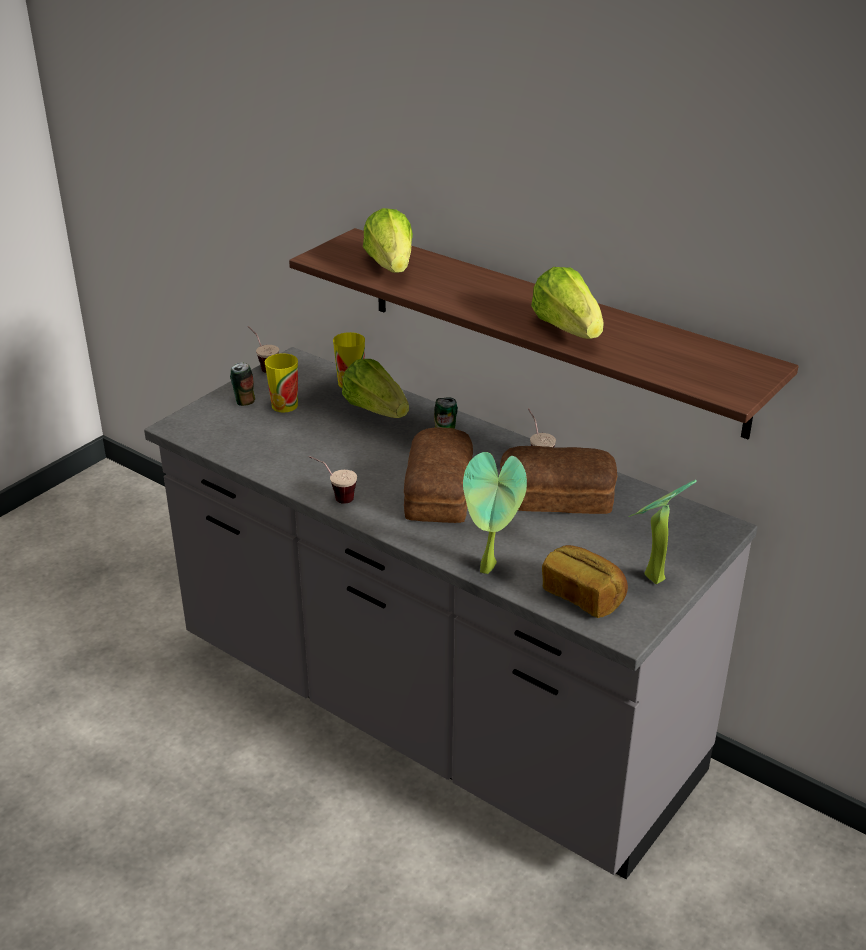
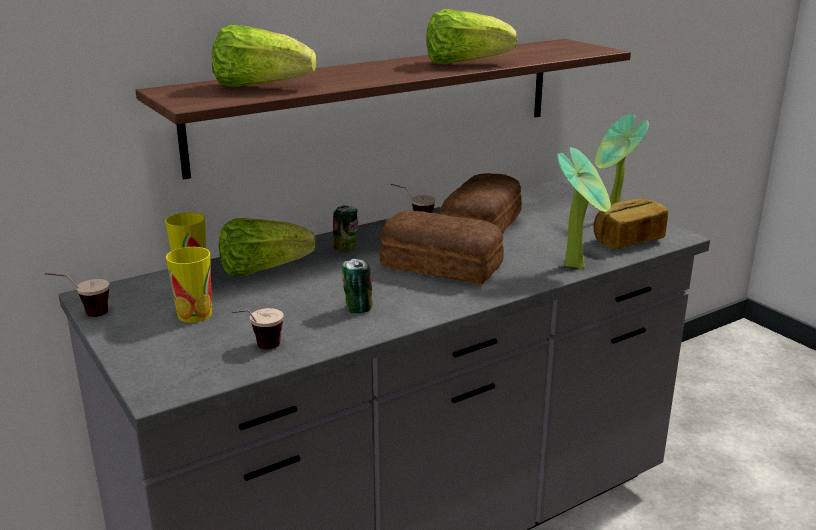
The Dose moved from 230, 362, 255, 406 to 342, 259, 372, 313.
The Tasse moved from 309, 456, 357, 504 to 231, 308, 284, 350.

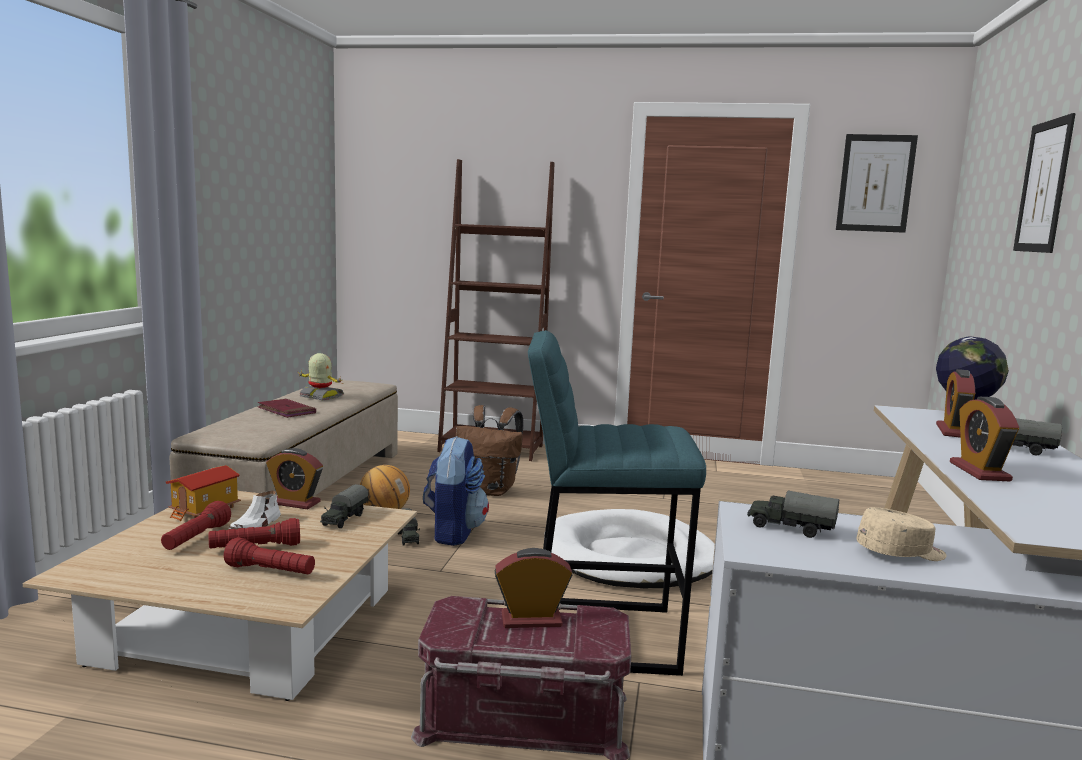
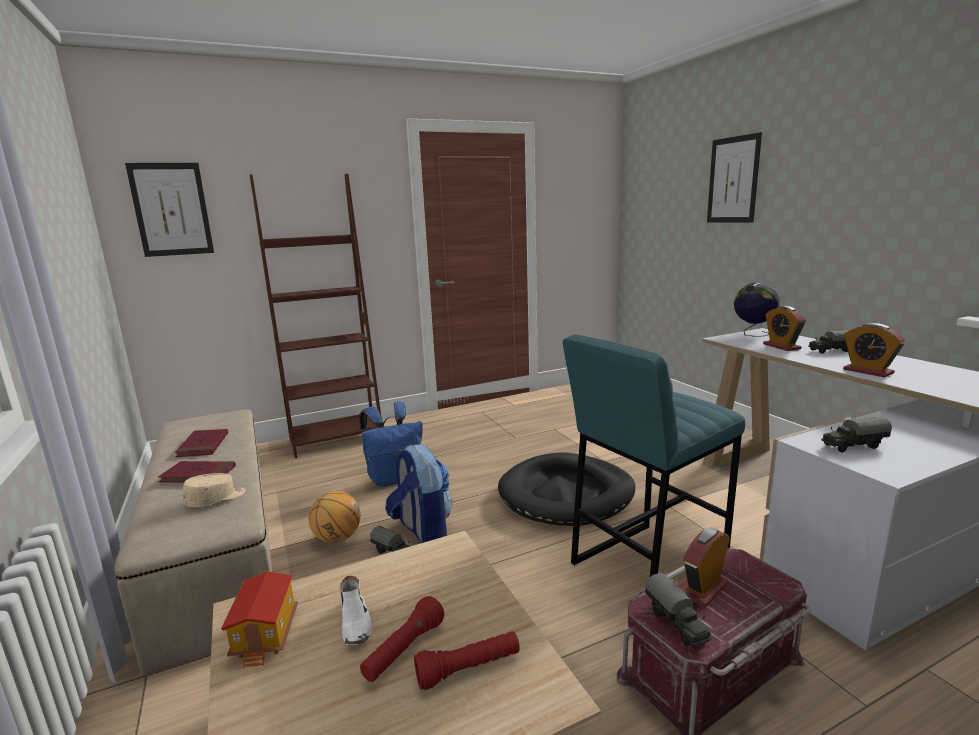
The Bild moved from 836, 134, 918, 233 to 125, 163, 214, 257.
The Spielzeugroboter at 299, 353, 344, 400 was replaced by the Buch (rot) at 175, 429, 228, 457.
The Rucksack (braun) at 456, 405, 523, 496 became the Rucksack (blau) at 359, 402, 423, 487.
The Wecker at 266, 448, 323, 509 disappeared.
The Spielzeuglaster moved from 320, 484, 368, 528 to 645, 573, 712, 646.
The Taschenlampe (rot) at 161, 501, 231, 550 disappeared.
The Kappe (beige) moved from 856, 507, 947, 561 to 183, 473, 245, 507.
The Hundebett (weiß) at 544, 509, 715, 588 became the Hundebett (schwarz) at 498, 452, 635, 526.

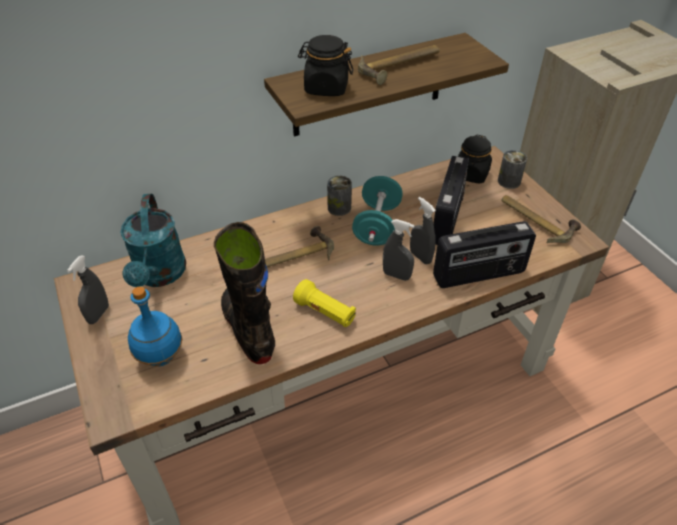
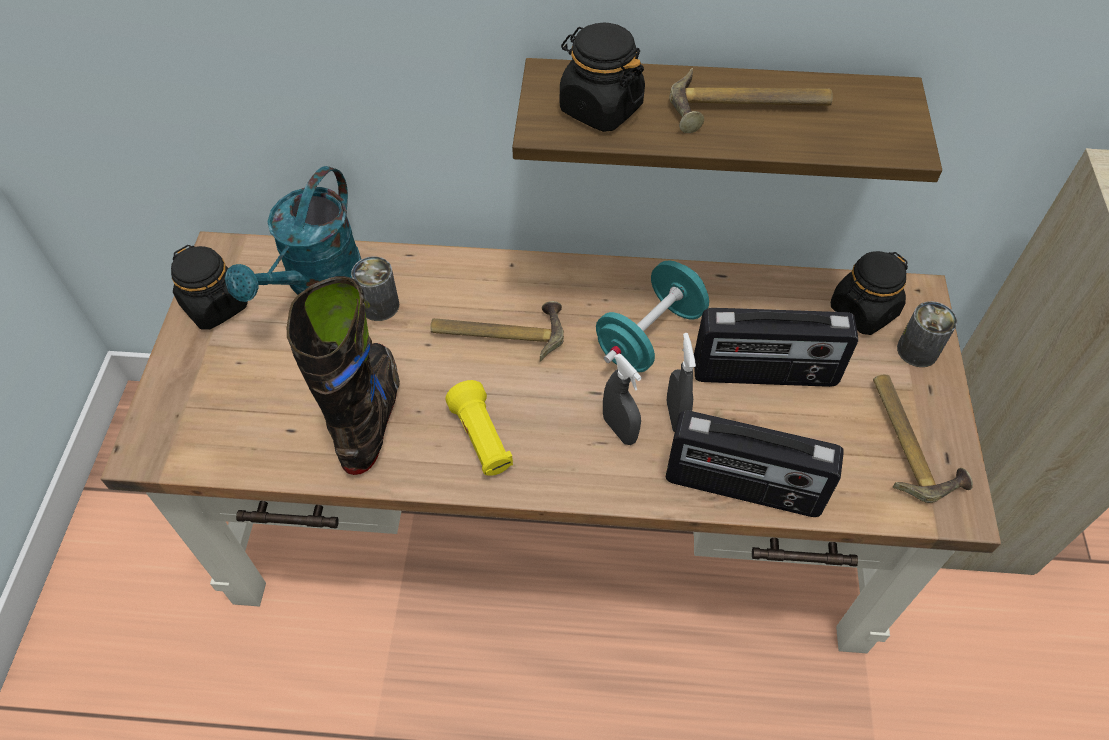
The Radio at 433, 156, 469, 245 turned 45 degrees clockwise.
The Dose moved from 327, 175, 352, 216 to 351, 257, 399, 321.
The Sprühflasche (grau) at 67, 255, 109, 324 was replaced by the Vorratsglas (schwarz) at 171, 245, 248, 330.
The Flasche (blau) at 128, 287, 182, 367 disappeared.

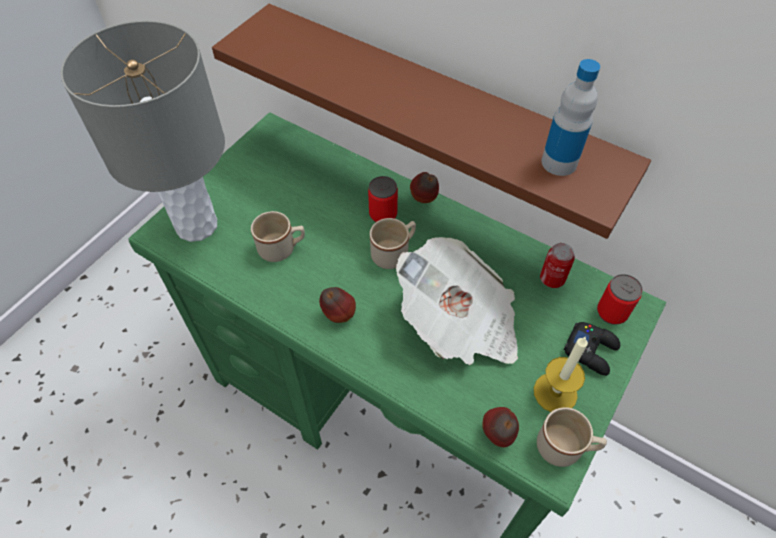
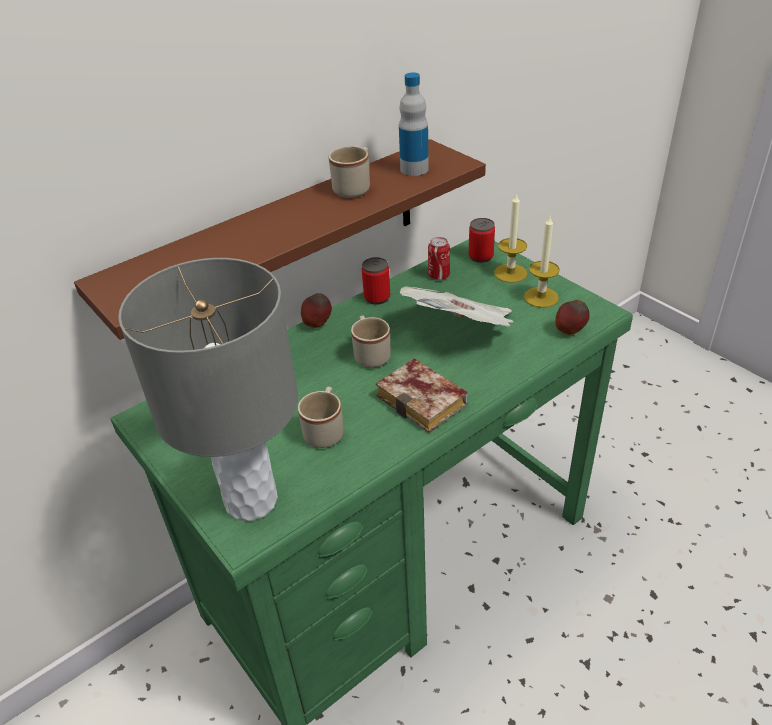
The Dose moved from 368, 176, 398, 222 to 362, 257, 390, 305.
The Apfel at 319, 287, 356, 323 was replaced by the Buch at 376, 358, 468, 433.
The Gamepad (schwarz) at 563, 322, 620, 376 was replaced by the Kerze at 494, 192, 527, 283.
The Henkelbecher (beige) moved from 537, 407, 607, 467 to 329, 146, 370, 198.

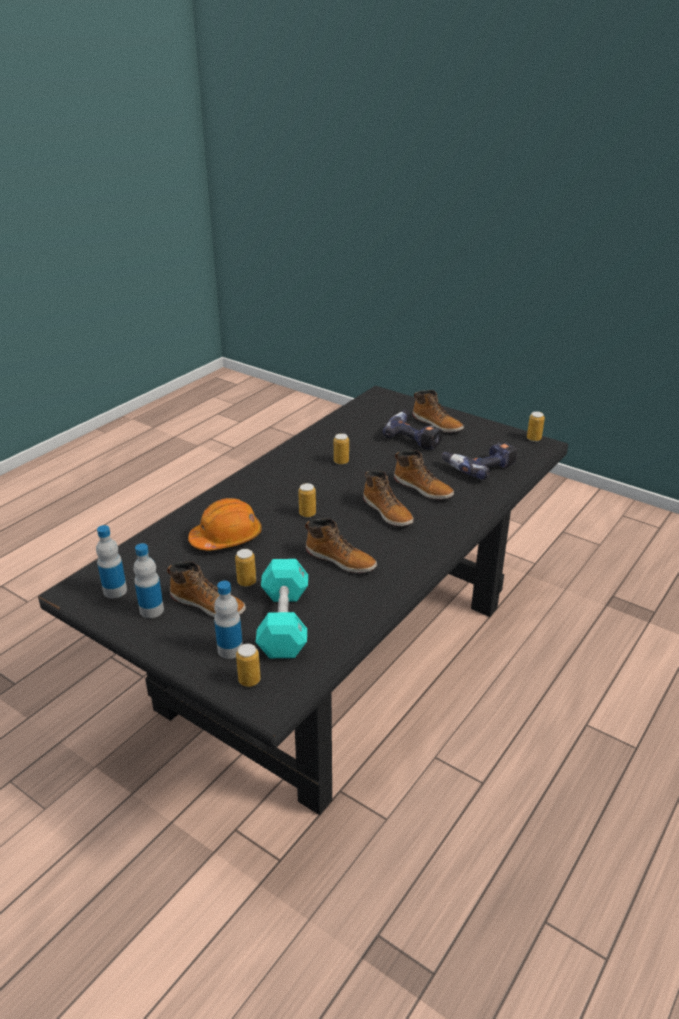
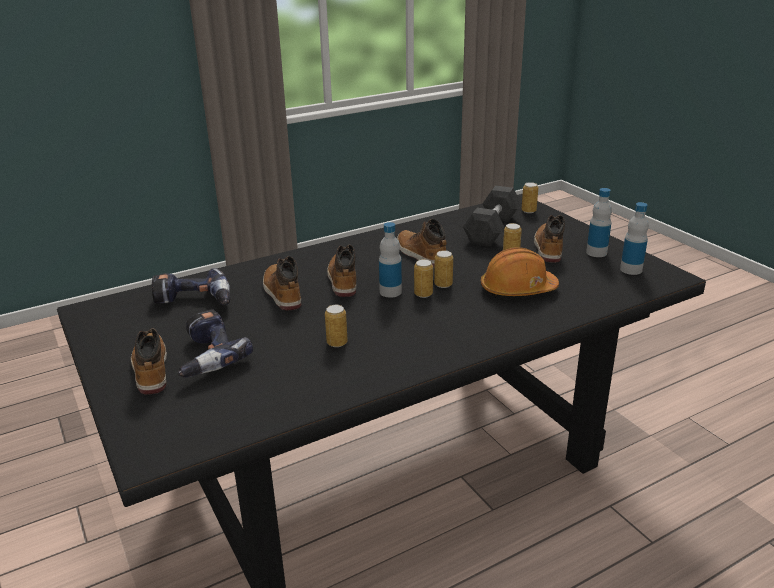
The Dose moved from 527, 411, 545, 442 to 434, 250, 453, 288.
The Hantel (türkis) at 256, 559, 308, 658 became the Hantel (schwarz) at 463, 186, 521, 247.
The Stiefel at 167, 561, 246, 617 turned 45 degrees clockwise.
The Flasche moved from 214, 581, 243, 659 to 379, 222, 402, 298.

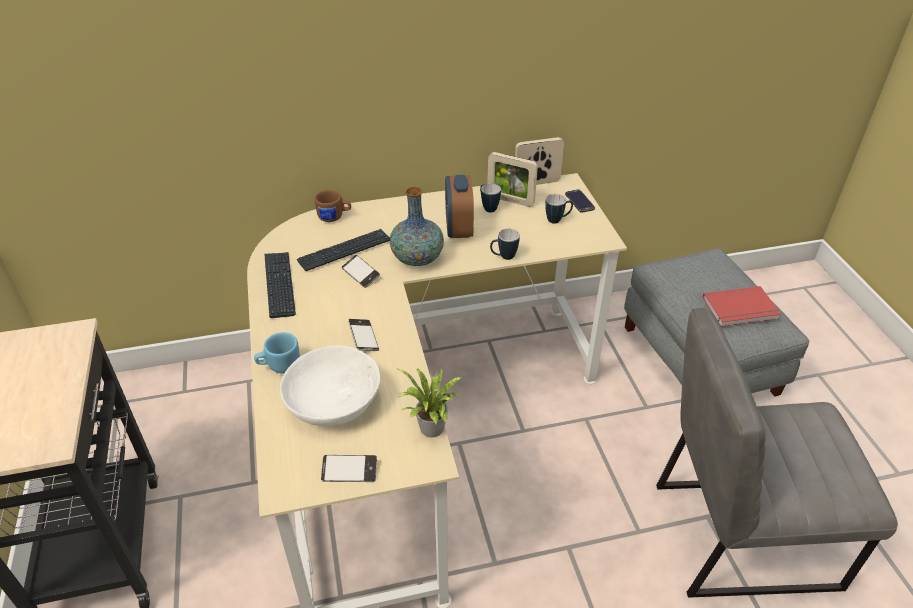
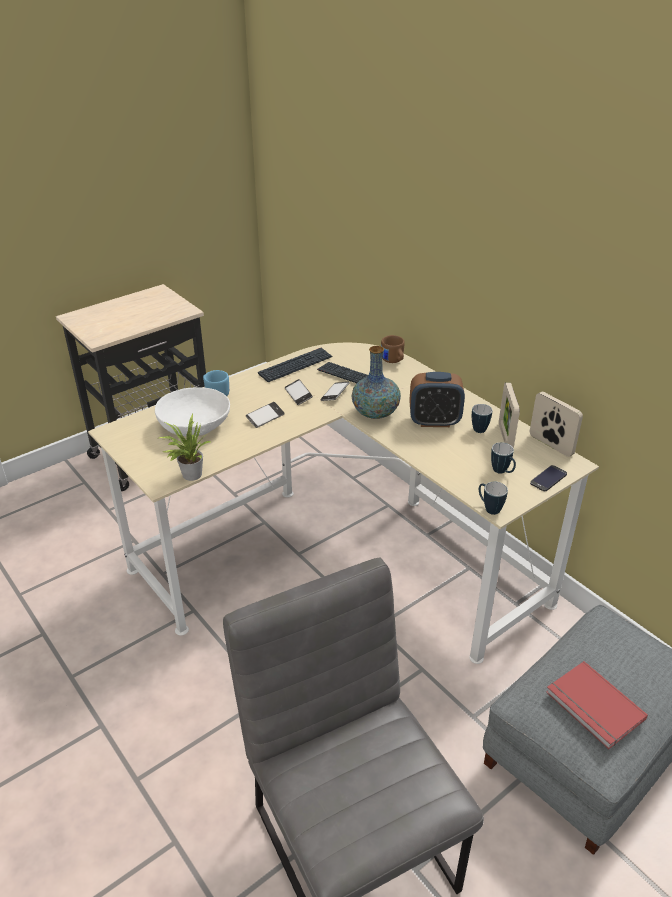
The Wecker at 445, 175, 474, 238 turned 150 degrees counterclockwise.
The Henkelbecher moved from 490, 228, 520, 260 to 479, 481, 508, 515.
The Handy moved from 321, 455, 377, 482 to 285, 379, 313, 405.

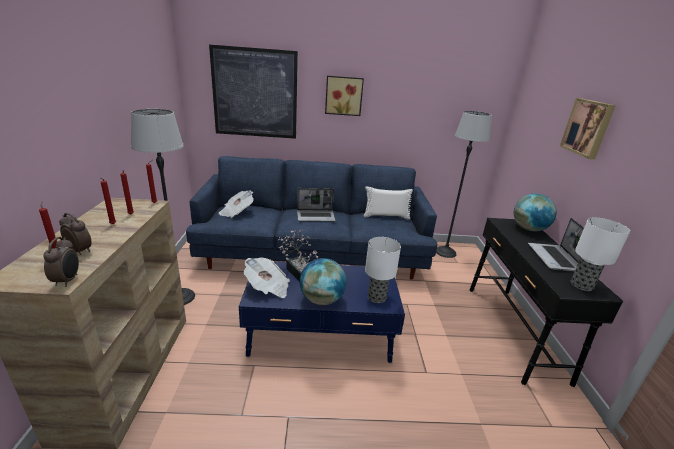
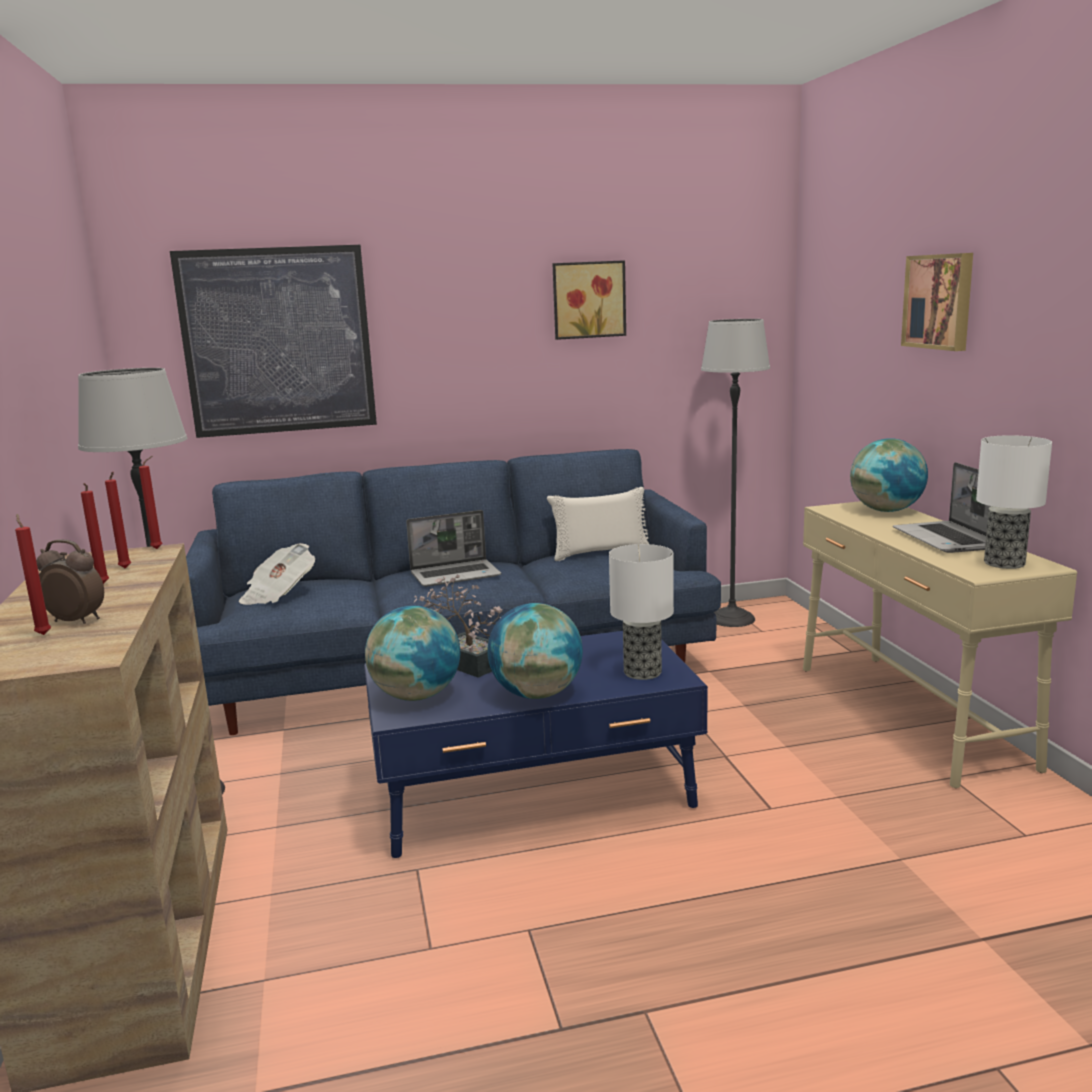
The Bild moved from 325, 76, 364, 116 to 552, 260, 626, 340.
The Konsolentisch (schwarz) at 469, 218, 623, 387 became the Konsolentisch (beige) at 803, 501, 1077, 788.
The Wecker at 43, 237, 79, 287 disappeared.
The Zeitung at 244, 257, 290, 298 was replaced by the Globus at 365, 606, 460, 701.

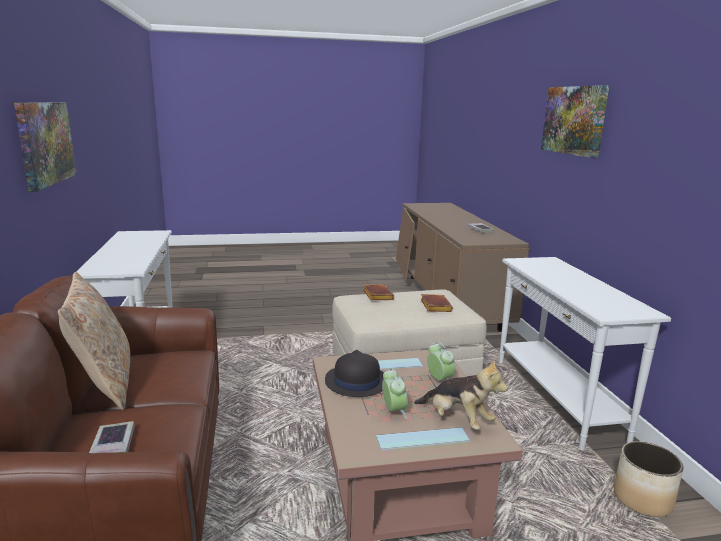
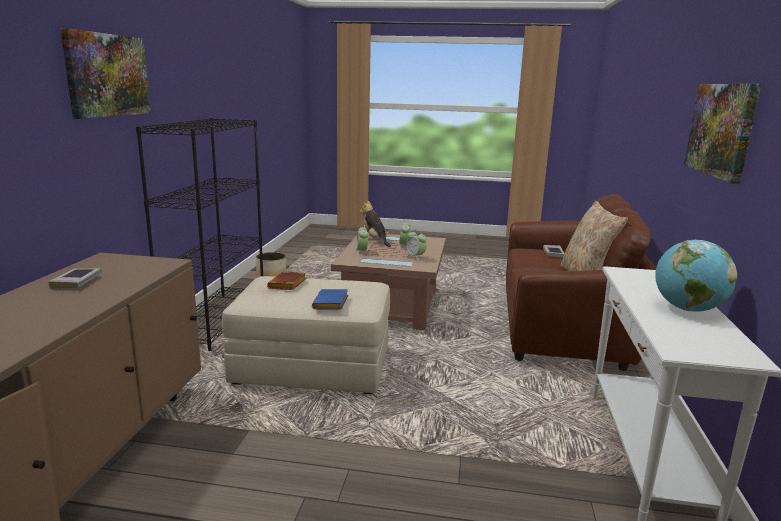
The Konsolentisch (weiß) at 499, 257, 671, 451 was replaced by the Bücherregal (schwarz) at 136, 118, 263, 351.
The Buch (braun) at 363, 284, 394, 300 became the Buch (blau) at 312, 289, 348, 310.
The Hut (schwarz) at 325, 350, 384, 397 was replaced by the Wecker at 406, 229, 426, 260.
The Globus at 655, 240, 737, 312 appeared.

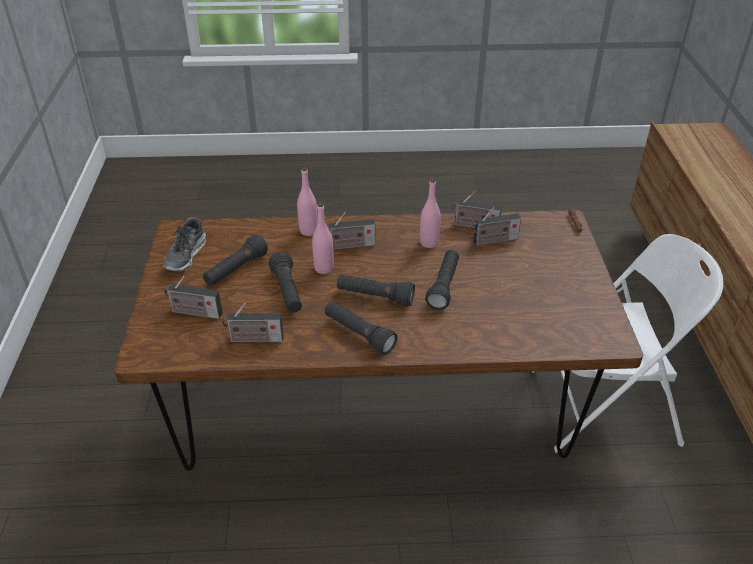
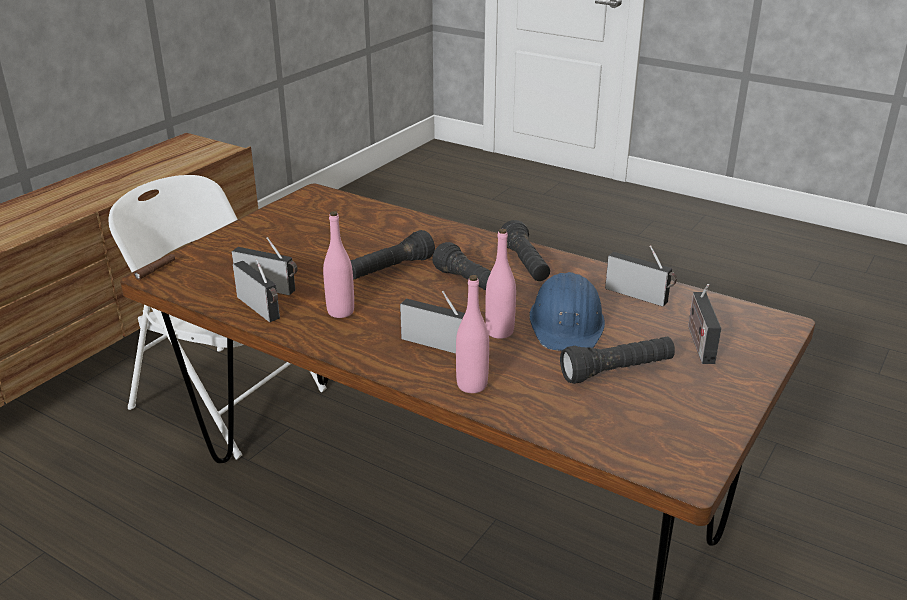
The Schuh at 163, 217, 206, 271 disappeared.
The Taschenlampe (schwarz) at 269, 252, 302, 313 was replaced by the Schutzhelm (blau) at 529, 272, 605, 351.
The Radio at 164, 276, 222, 319 turned 135 degrees counterclockwise.

